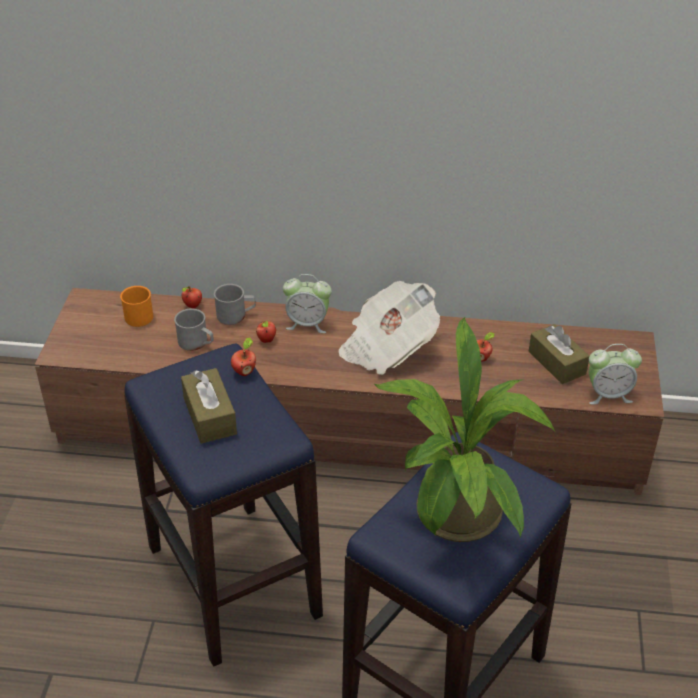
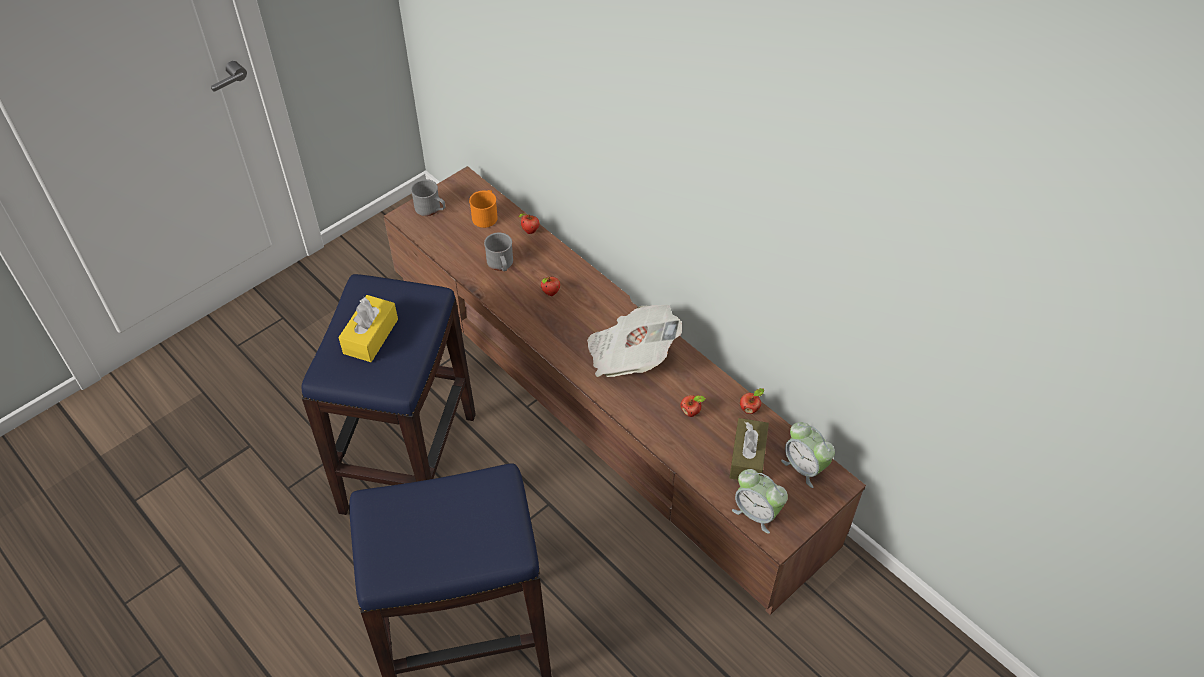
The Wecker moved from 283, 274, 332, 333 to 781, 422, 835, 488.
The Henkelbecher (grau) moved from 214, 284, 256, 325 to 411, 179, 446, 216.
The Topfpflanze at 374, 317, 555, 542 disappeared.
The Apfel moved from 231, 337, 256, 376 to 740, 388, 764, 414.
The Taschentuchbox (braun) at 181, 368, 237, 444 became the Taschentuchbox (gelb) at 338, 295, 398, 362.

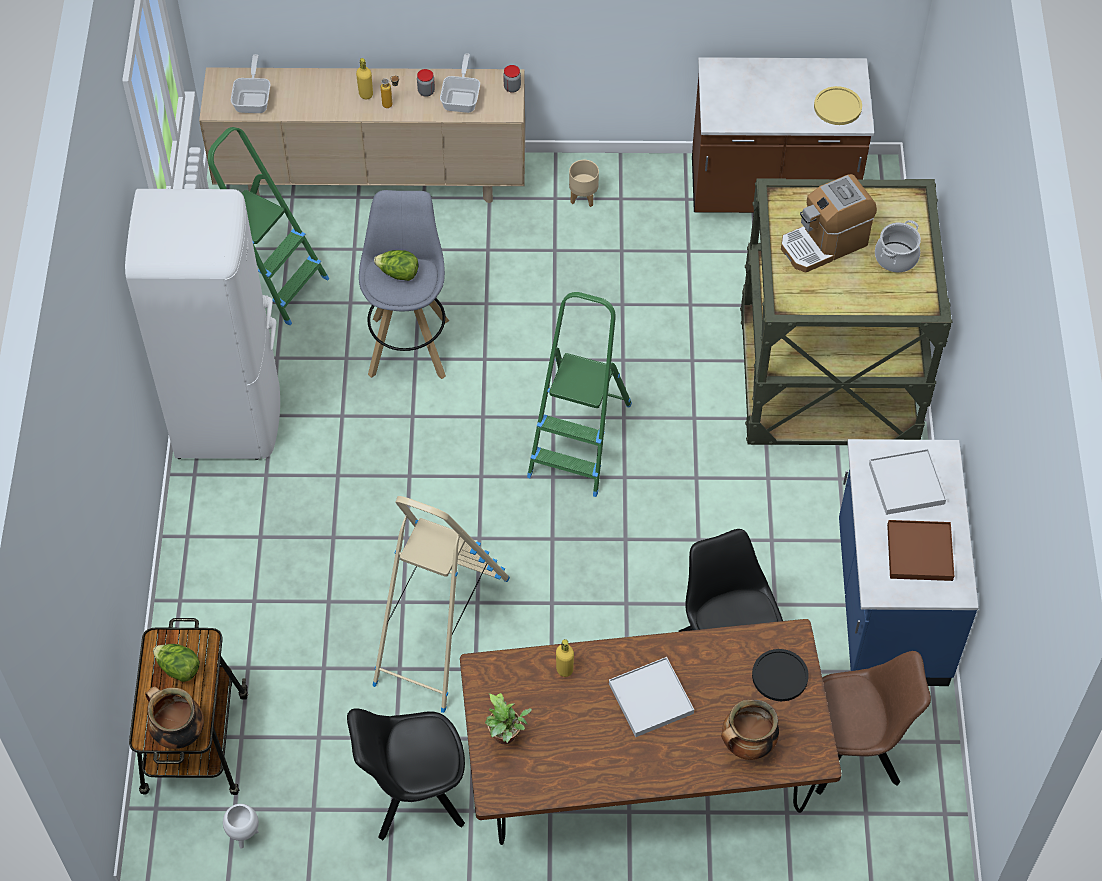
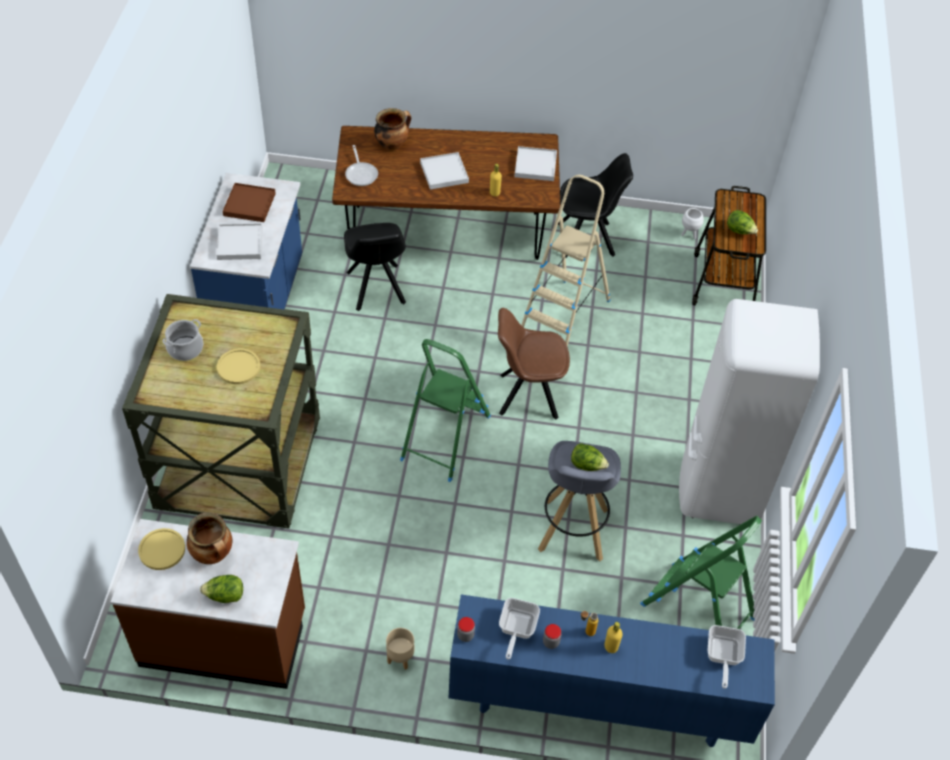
The Schrank (beige) at 199, 67, 525, 203 became the Schrank (blau) at 449, 594, 775, 747.
The Kaffeemaschine at 781, 174, 877, 273 was replaced by the Teller (gelb) at 217, 349, 260, 384.
The Teller (schwarz) at 752, 649, 809, 701 was replaced by the Pfanne at 345, 145, 378, 186.
The Stuhl (braun) moved from 815, 651, 931, 795 to 498, 308, 570, 420.
The Kochtopf moved from 145, 686, 204, 749 to 187, 512, 232, 564.
The Topfpflanze at 485, 693, 532, 744 was replaced by the Tablett (weiß) at 514, 146, 557, 181.
The Salatkopf at 200, 575, 243, 603 appeared.

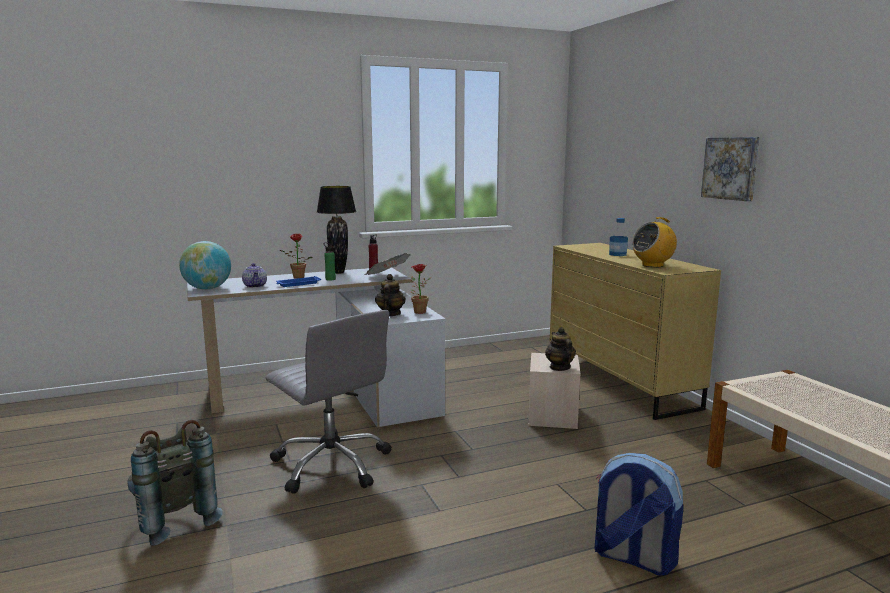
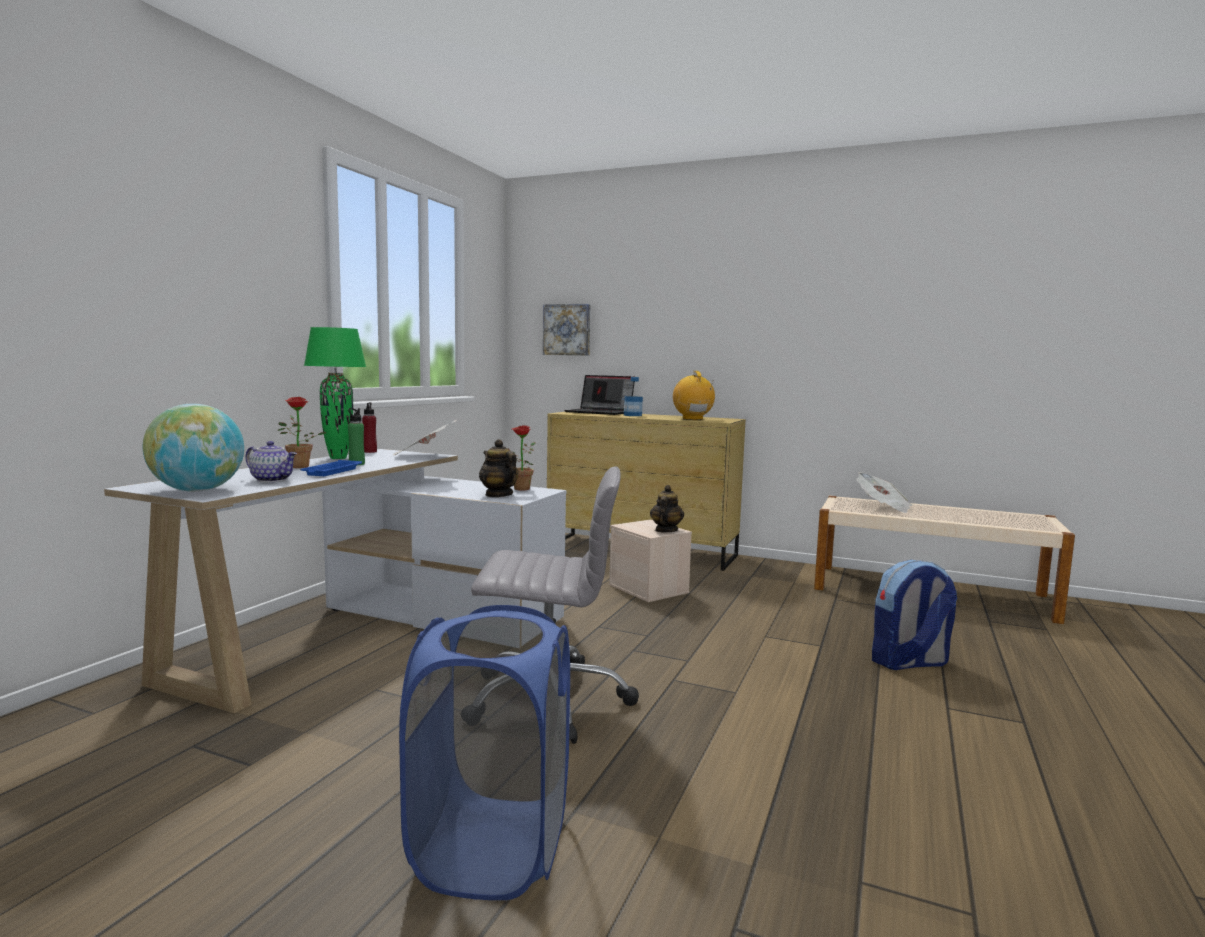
The Bild moved from 701, 137, 759, 201 to 543, 304, 590, 356.
The Tischlampe (schwarz) at 317, 186, 356, 274 became the Tischlampe (grün) at 304, 327, 366, 459.
The Radio at 632, 217, 677, 267 turned 150 degrees clockwise.
The Teekanne at 545, 327, 576, 371 turned 75 degrees clockwise.
The Rucksack (grau) at 127, 420, 223, 546 was replaced by the Wäschekorb (blau) at 399, 605, 570, 900.
The Laptop at 564, 375, 635, 415 appeared.
The Zeitung at 856, 472, 912, 513 appeared.

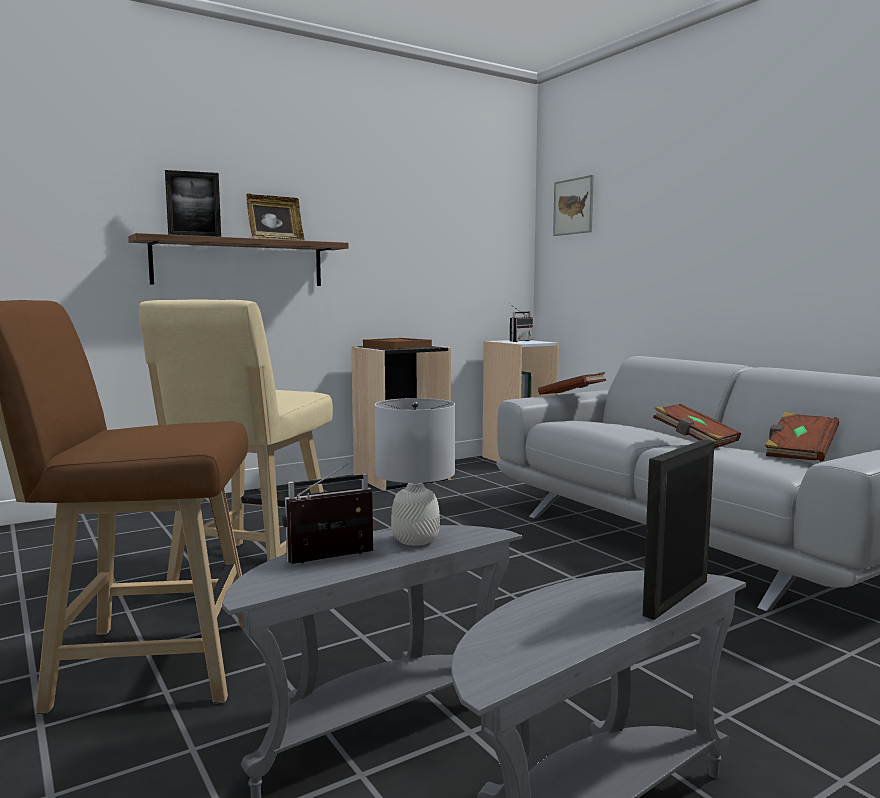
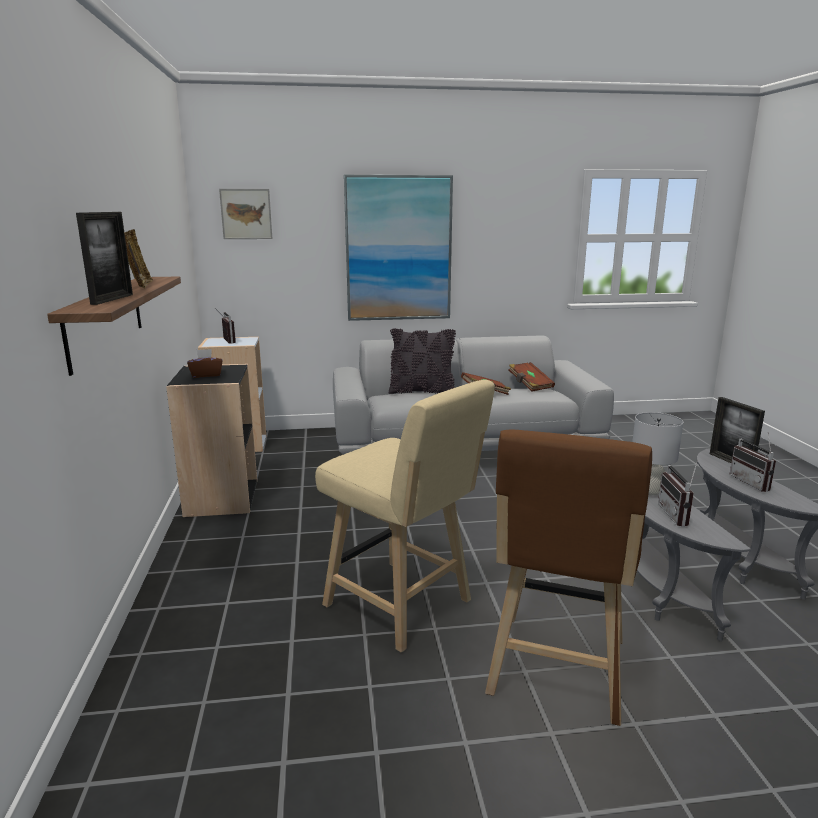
The Tablett (braun) at 363, 338, 432, 349 was replaced by the Taschentuchbox (braun) at 187, 349, 222, 378.
The Buch (braun) at 538, 372, 606, 395 disappeared.
The Bild at 344, 175, 453, 321 appeared.
The Kissen (schwarz) at 389, 328, 456, 394 appeared.
The Radio at 730, 432, 776, 492 appeared.

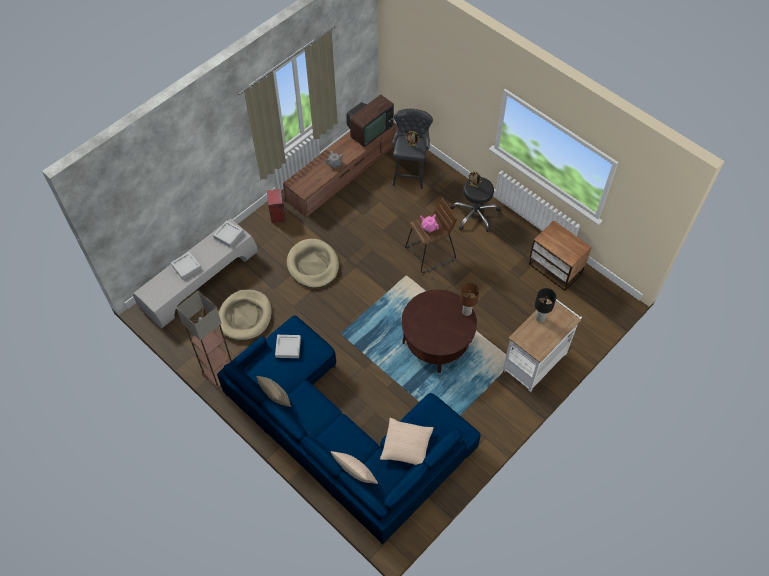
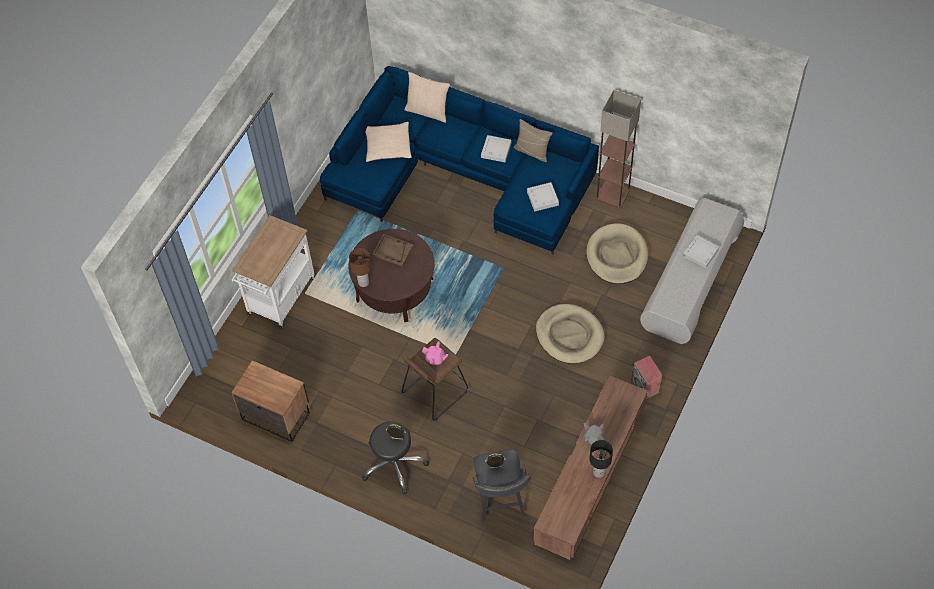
The Fernseher at 346, 95, 394, 147 disappeared.
The Tablett (grau) moved from 213, 221, 244, 247 to 481, 135, 511, 162.
The Tischlampe (schwarz) moved from 535, 288, 556, 323 to 589, 440, 613, 478.
The Tablett (braun) at 372, 234, 414, 267 appeared.

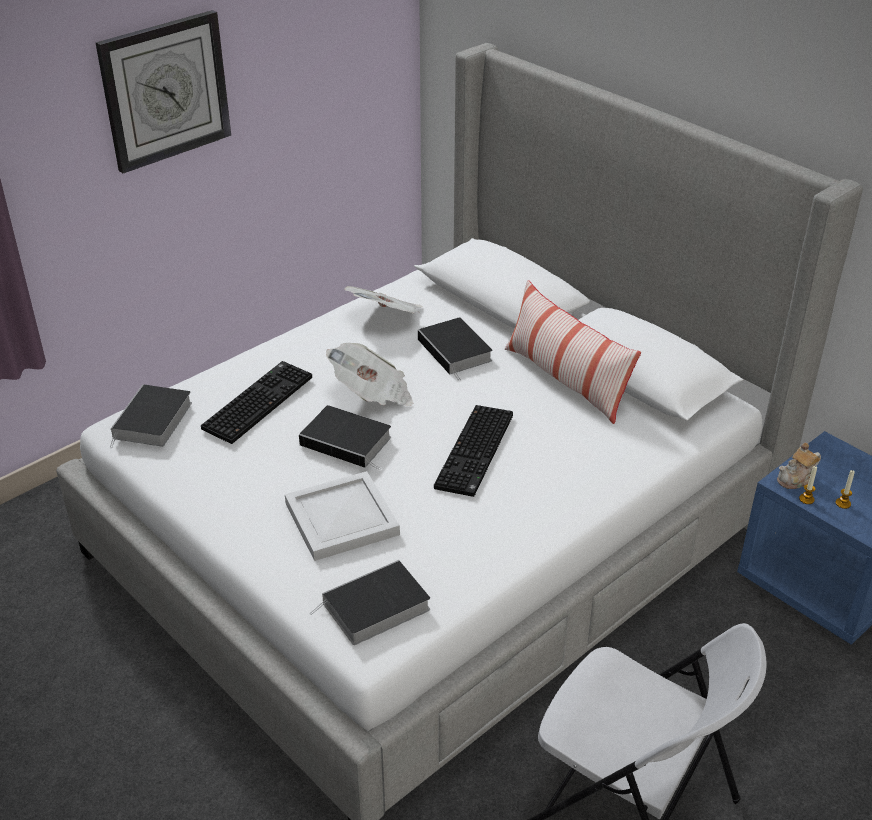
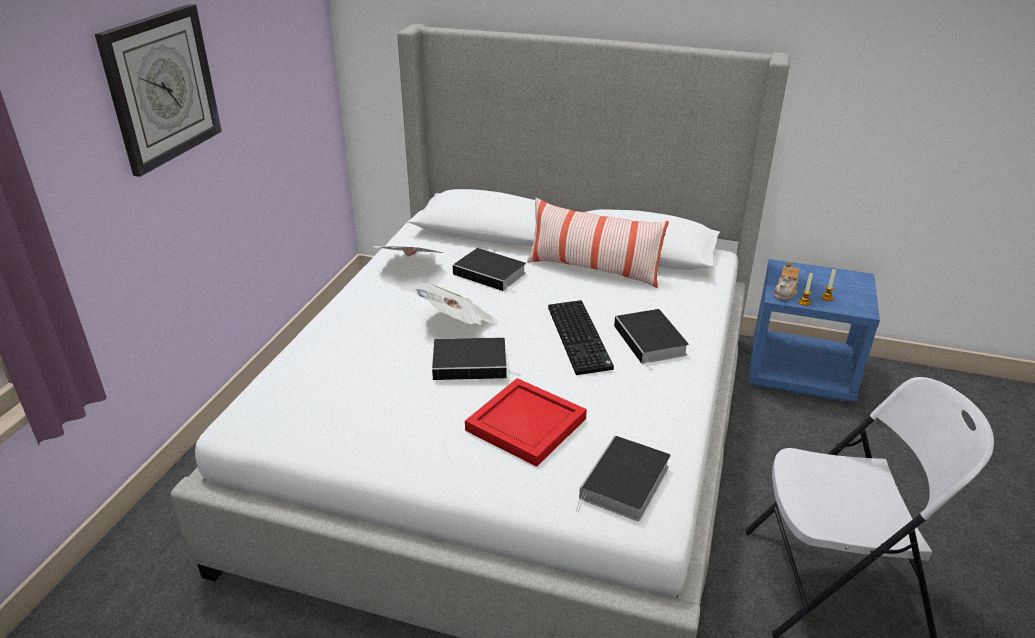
The Tastatur at 201, 361, 312, 444 disappeared.
The Buch moved from 110, 384, 192, 449 to 614, 309, 689, 371.
The Tablett (weiß) at 285, 471, 400, 561 became the Tablett (rot) at 465, 378, 587, 467.

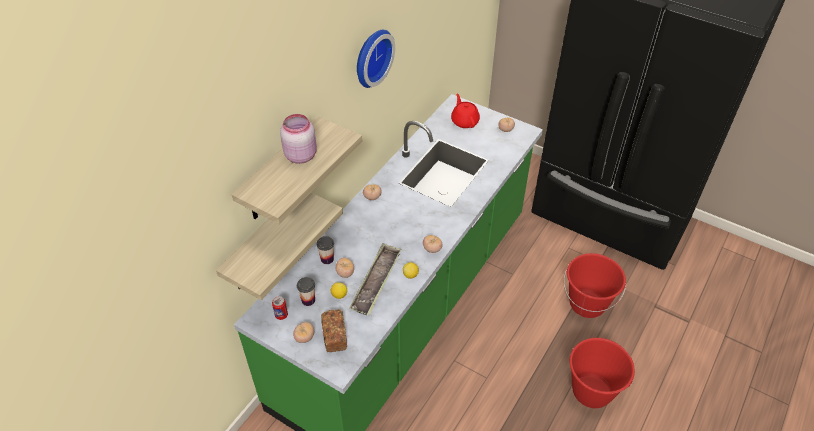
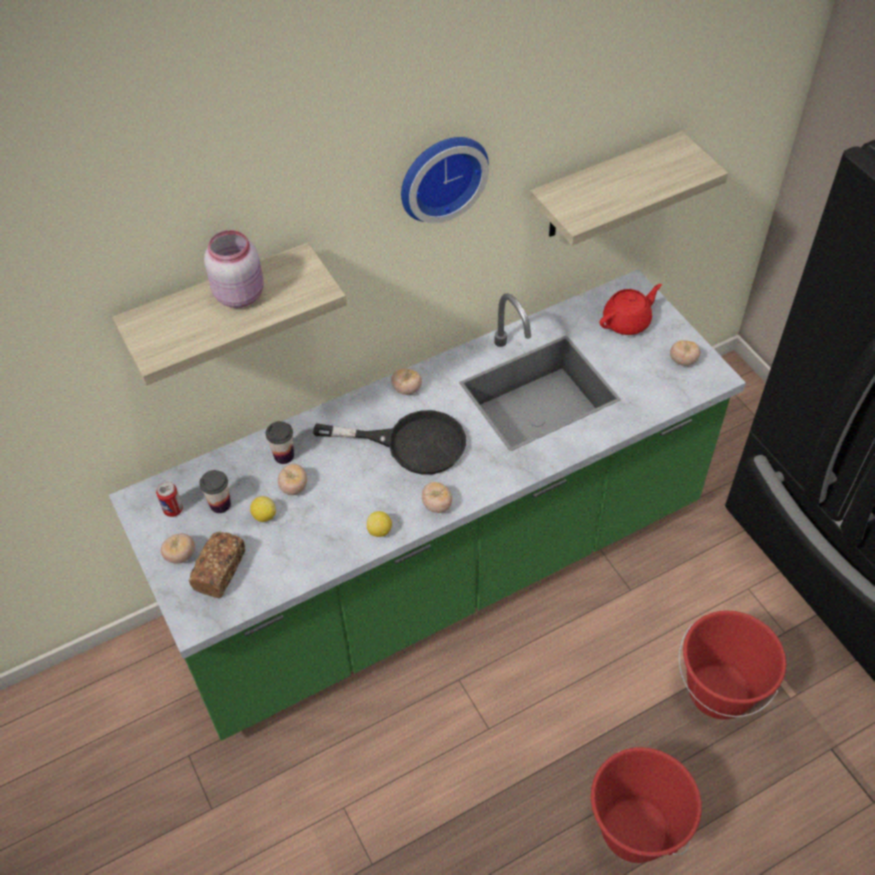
The Teekanne (rot) at 451, 94, 480, 128 turned 45 degrees clockwise.
The Wandregal moved from 216, 193, 343, 300 to 530, 131, 728, 246.
The Tablett at 349, 243, 401, 316 disappeared.
The Pfanne (schwarz) at 313, 410, 466, 475 appeared.

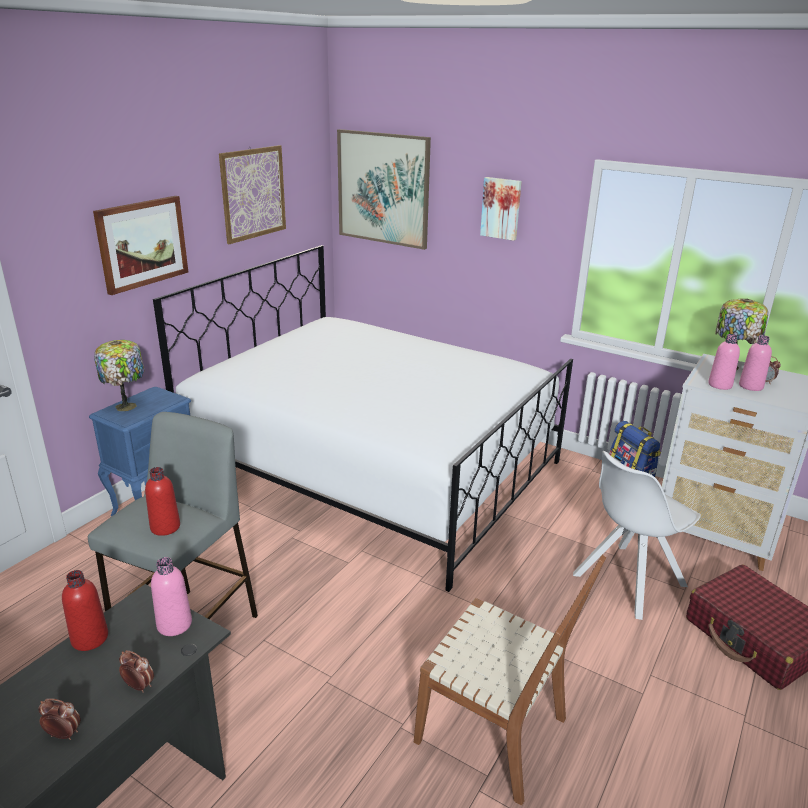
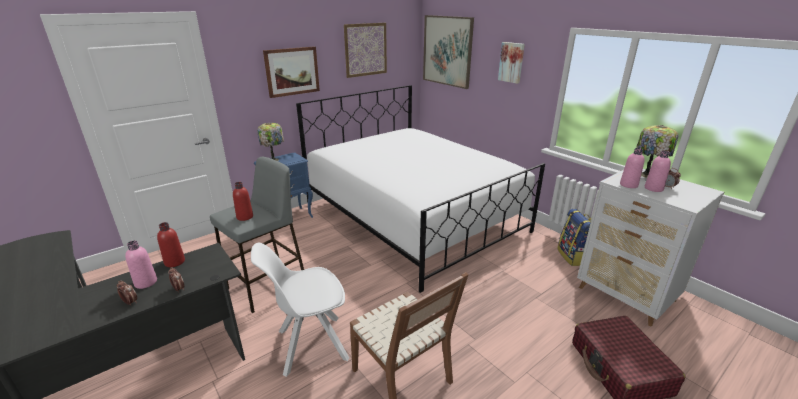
The Stuhl (weiß) moved from 573, 451, 701, 620 to 251, 243, 349, 377.
The Flasche (rosa) moved from 151, 557, 192, 636 to 125, 241, 157, 289.

